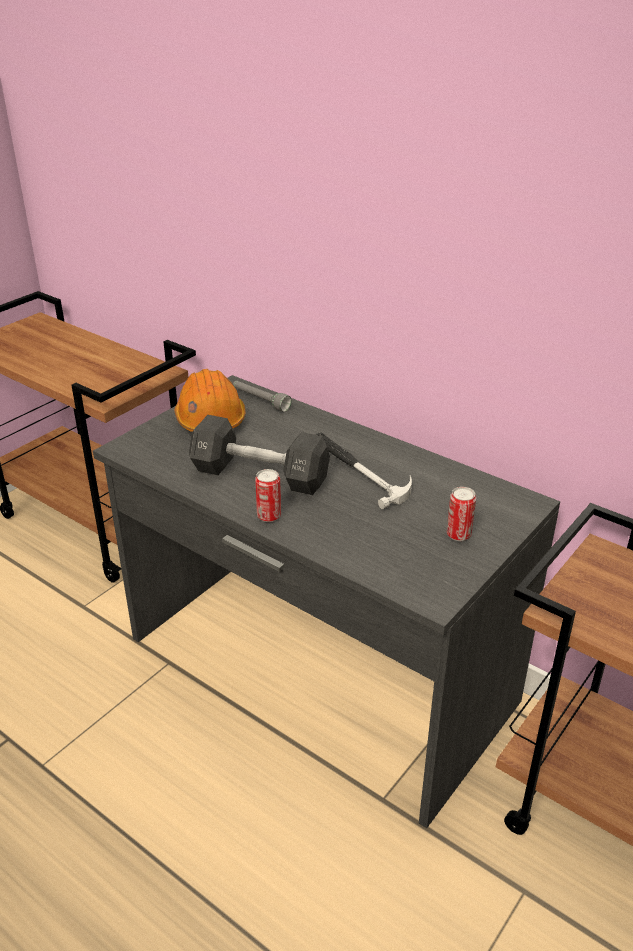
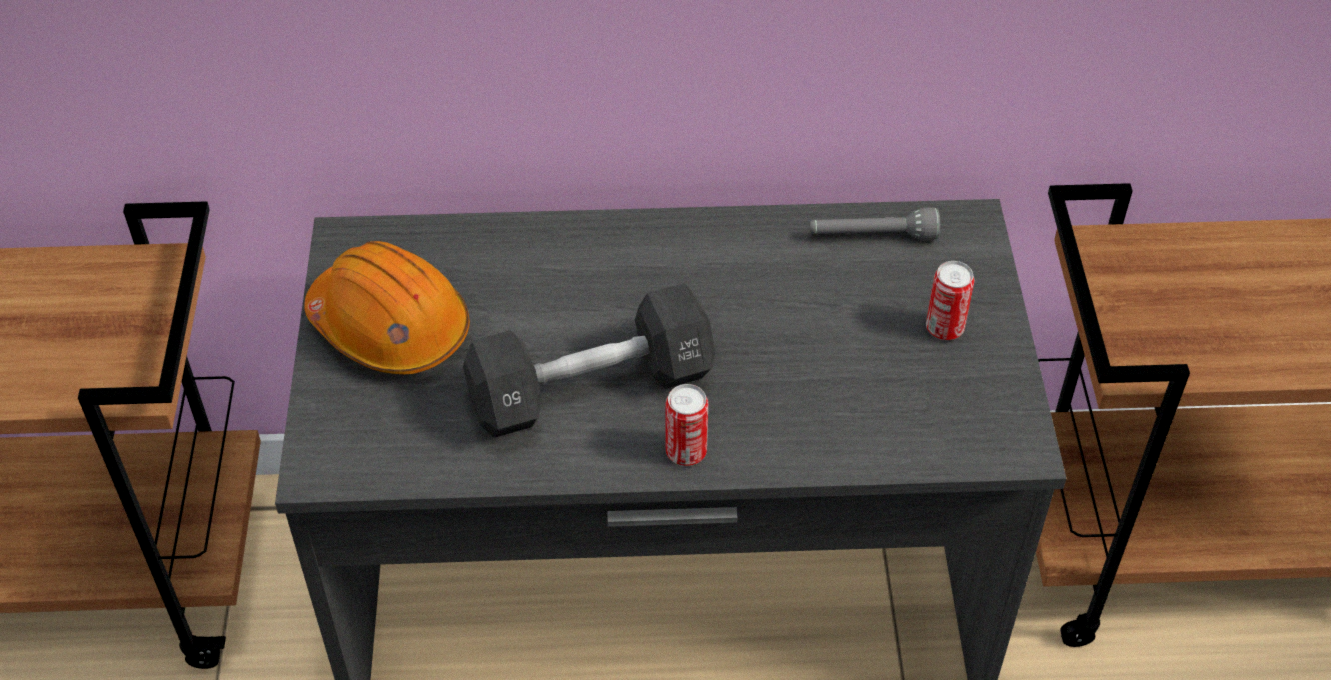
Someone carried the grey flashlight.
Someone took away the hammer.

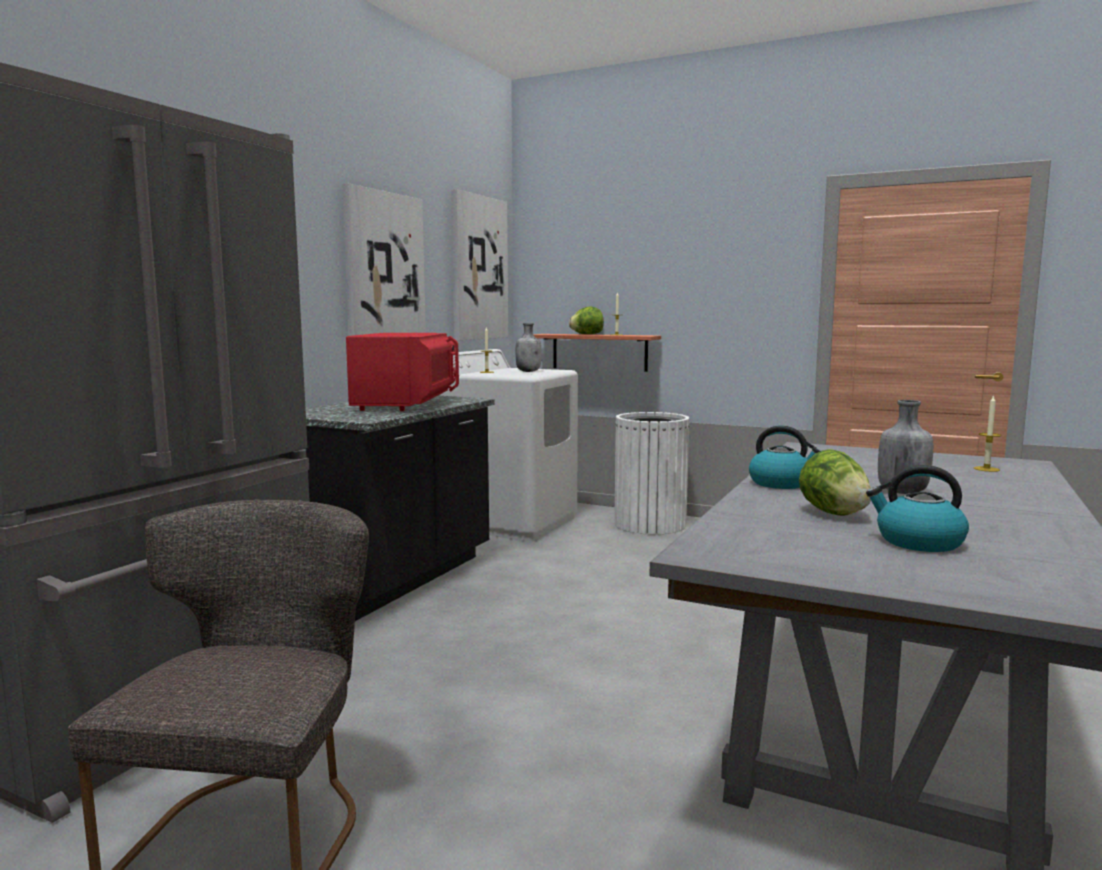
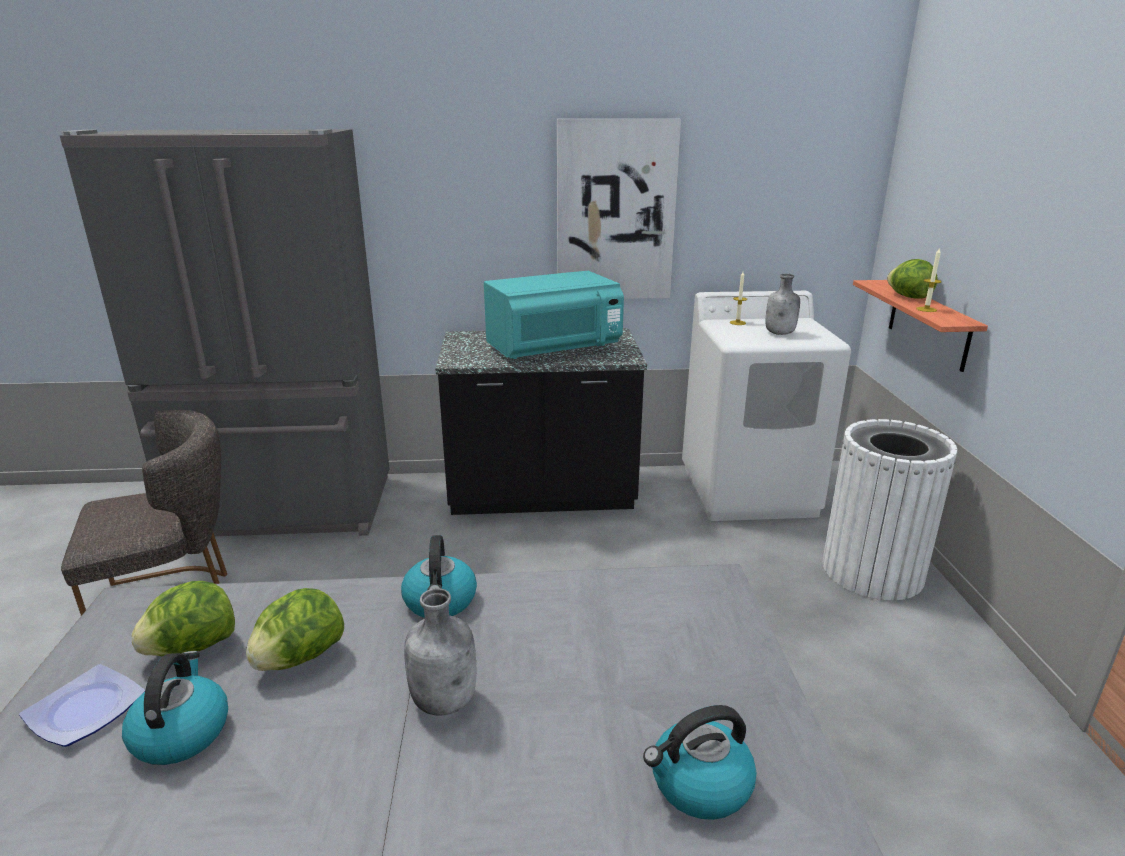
Someone took away the picture (no. 2 from left).
Someone repainted the red microwave, which became the turquoise microwave.
Someone swapped the candle (no. 3 from left) for the kettle (no. 3 from left).
Someone put down the lettuce (no. 1 from left).
Someone put down the plate.

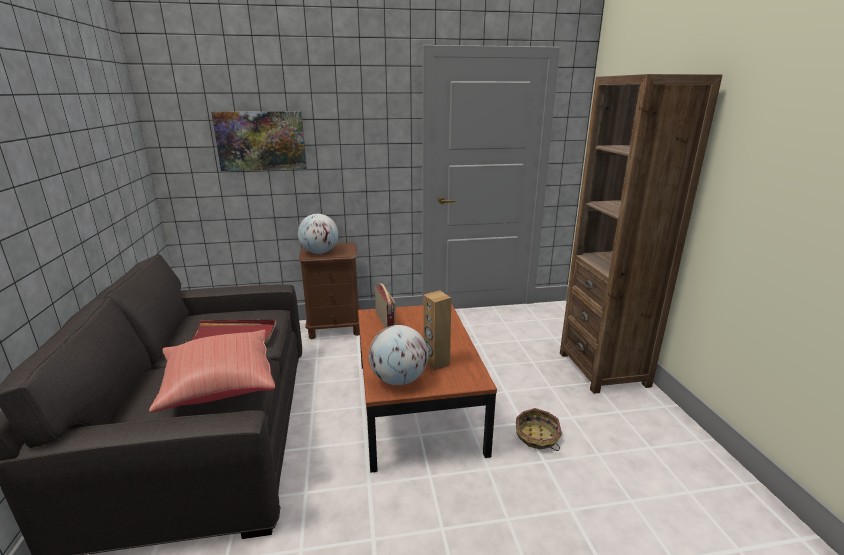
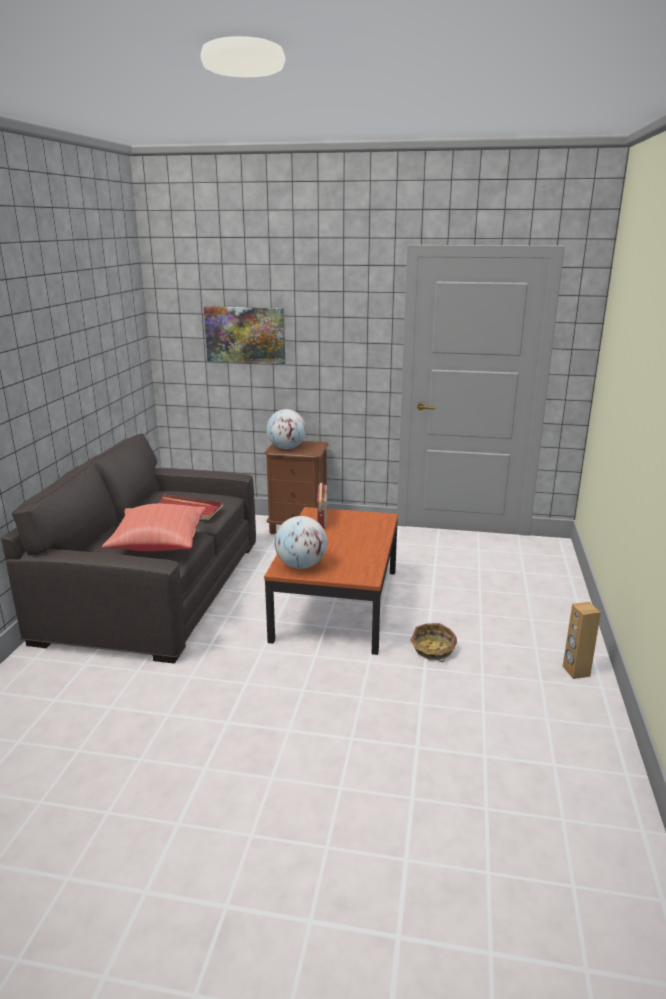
Someone took away the brown bookcase.
Someone carried the brown speaker.

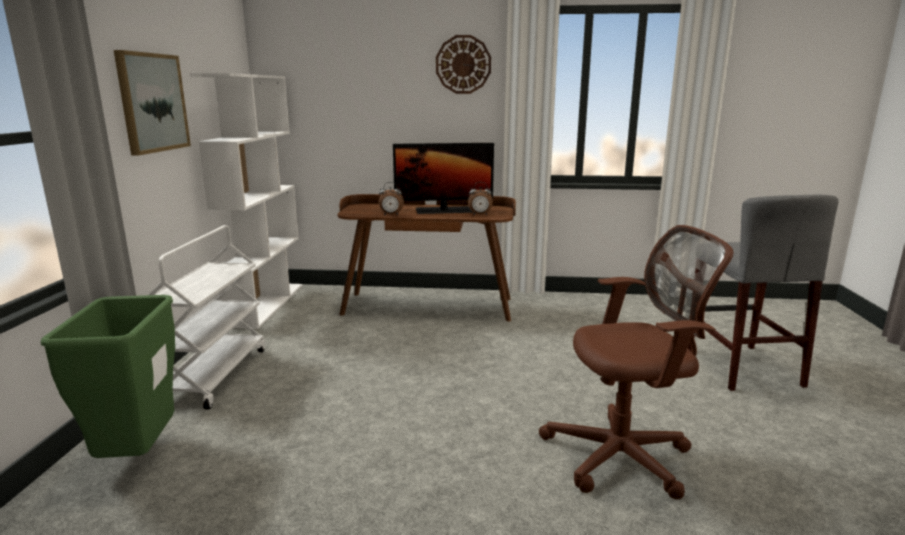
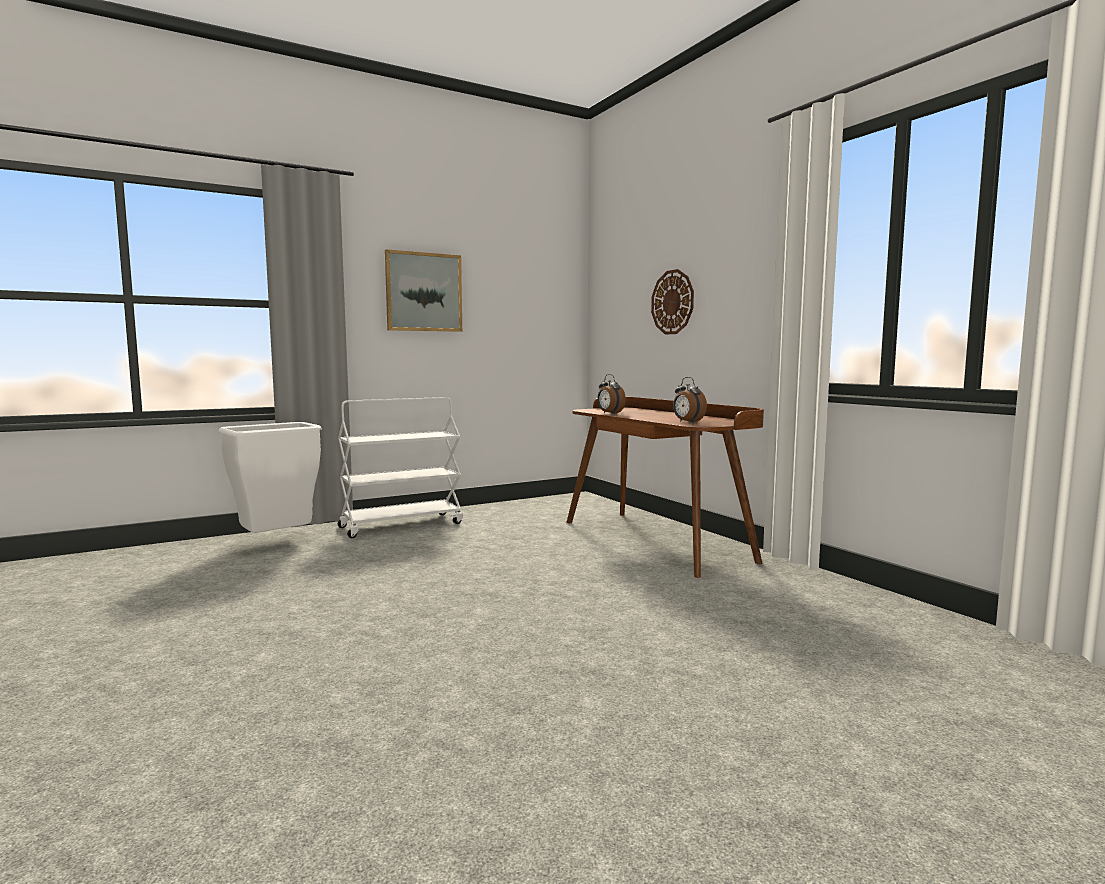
Someone carried the wall clock.
Someone took away the white bookcase.
Someone took away the monitor.
Someone took away the grey stool.
Someone took away the brown office chair.
Someone repainted the green trash can, which became the white trash can.

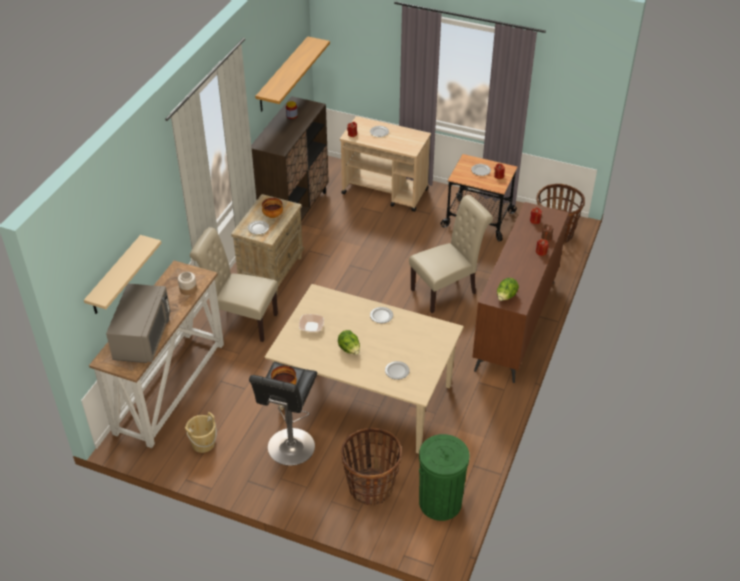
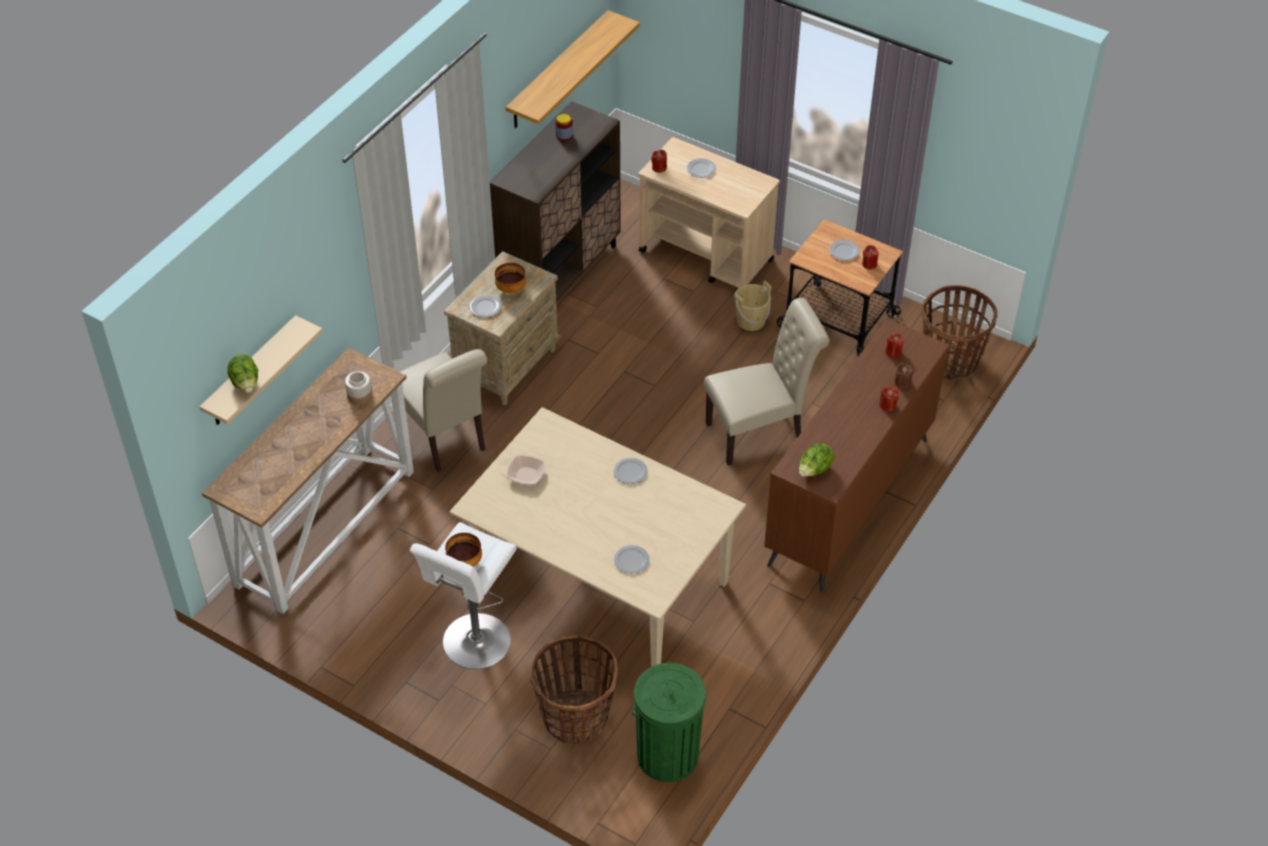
Someone rotated the beige chair (no. 1 from left) by 150 degrees counterclockwise.
Someone took away the grey microwave.
Someone carried the lettuce (no. 1 from left).
Someone repainted the black stool, which became the white stool.
Someone carried the beige bucket.

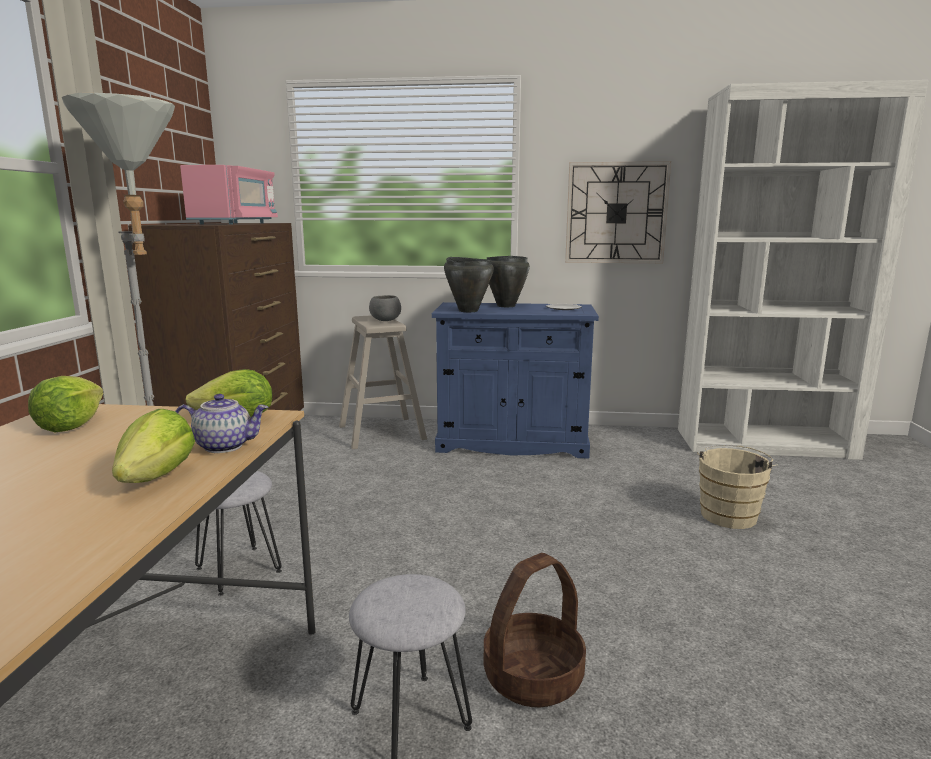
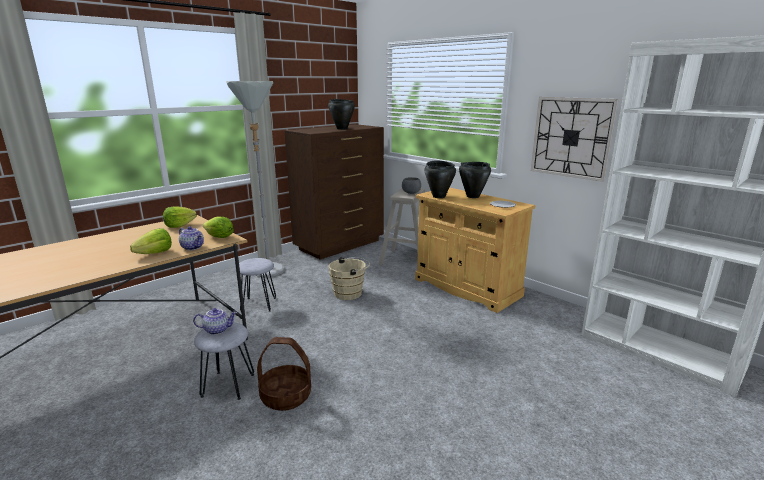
Someone swapped the pink microwave for the black cooking pot (no. 1 from left).
Someone repainted the blue cabinet, which became the beige cabinet.
Someone carried the beige bucket.
Someone put down the teapot (no. 2 from left).

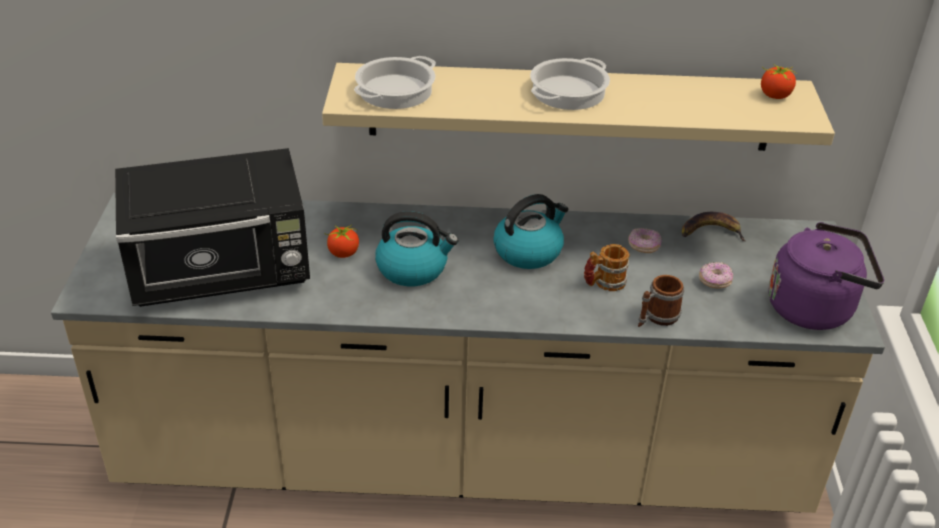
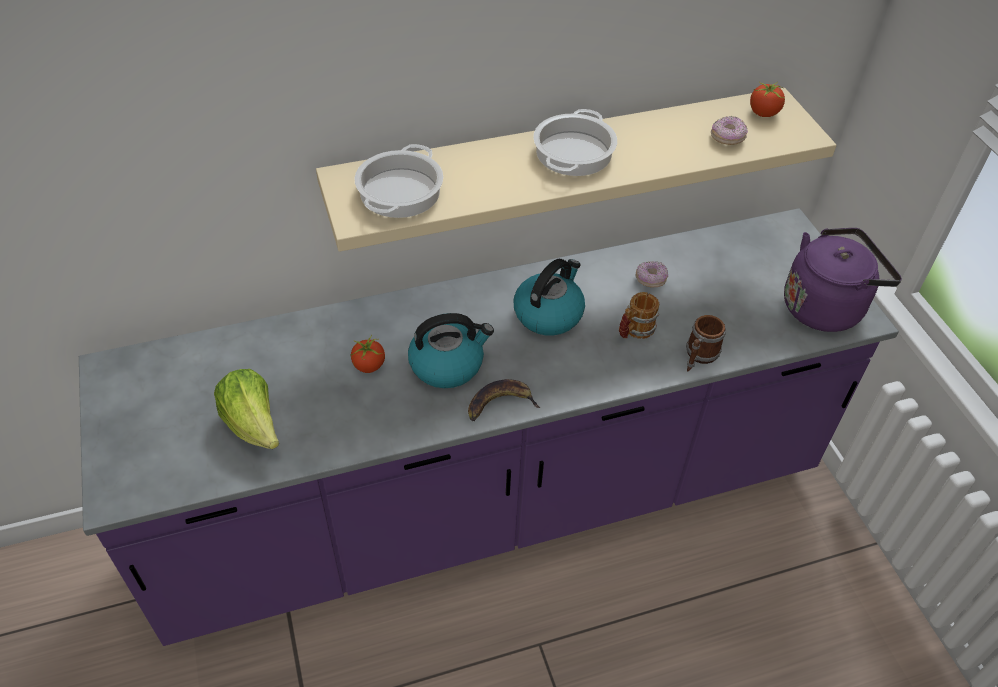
Someone swapped the black microwave for the lettuce.
Someone repainted the beige counter, which became the purple counter.
Someone carried the banana.
Someone carried the donut (no. 2 from left).

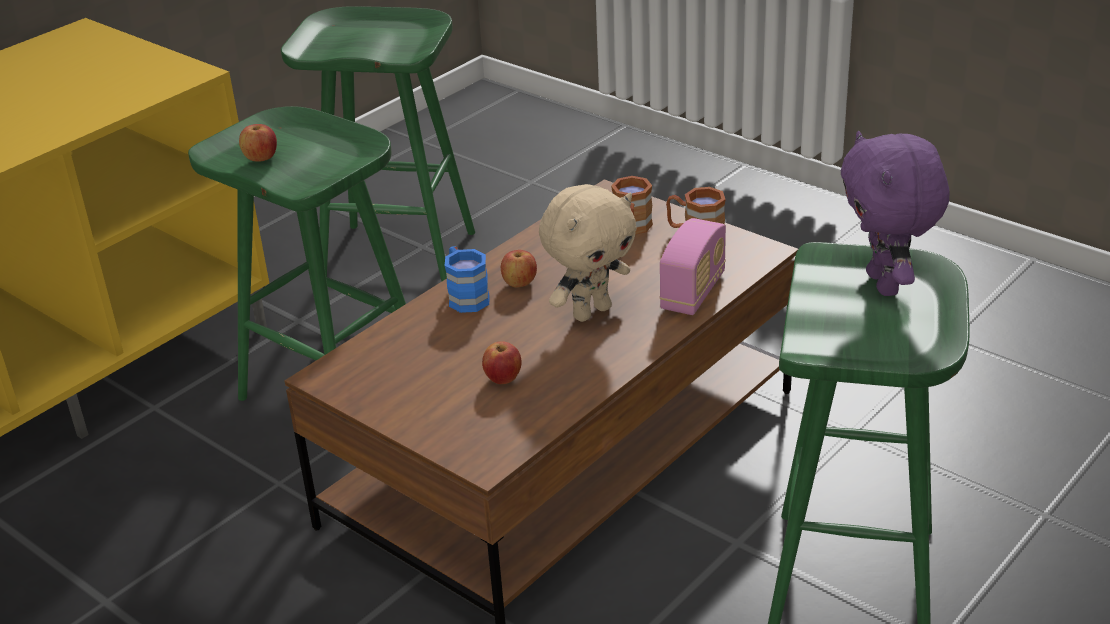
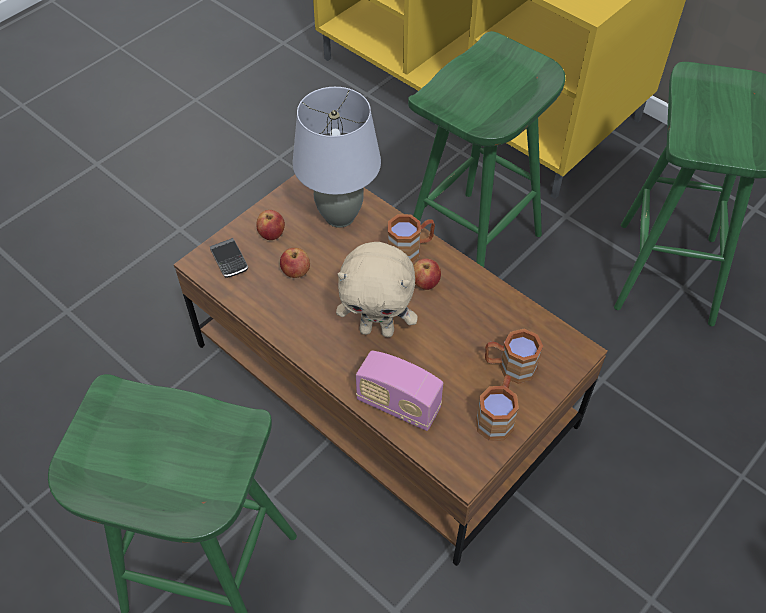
Someone carried the apple (no. 1 from left).
Someone took away the purple plush toy.
Someone rotated the beige plush toy by 45 degrees counterclockwise.
Someone repainted the blue mug, which became the brown mug (no. 1 from left).
Someone put down the grey table lamp.
Someone put down the phone.

